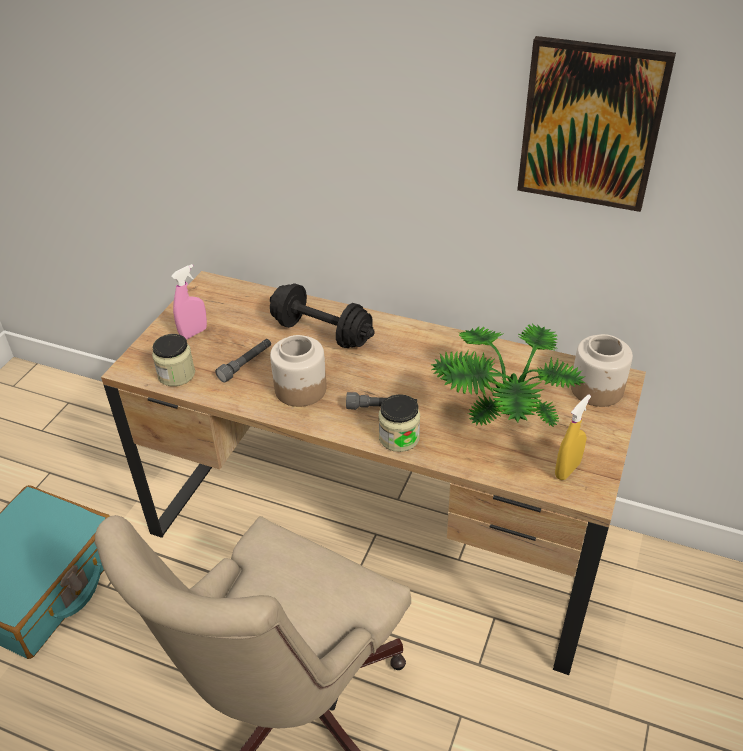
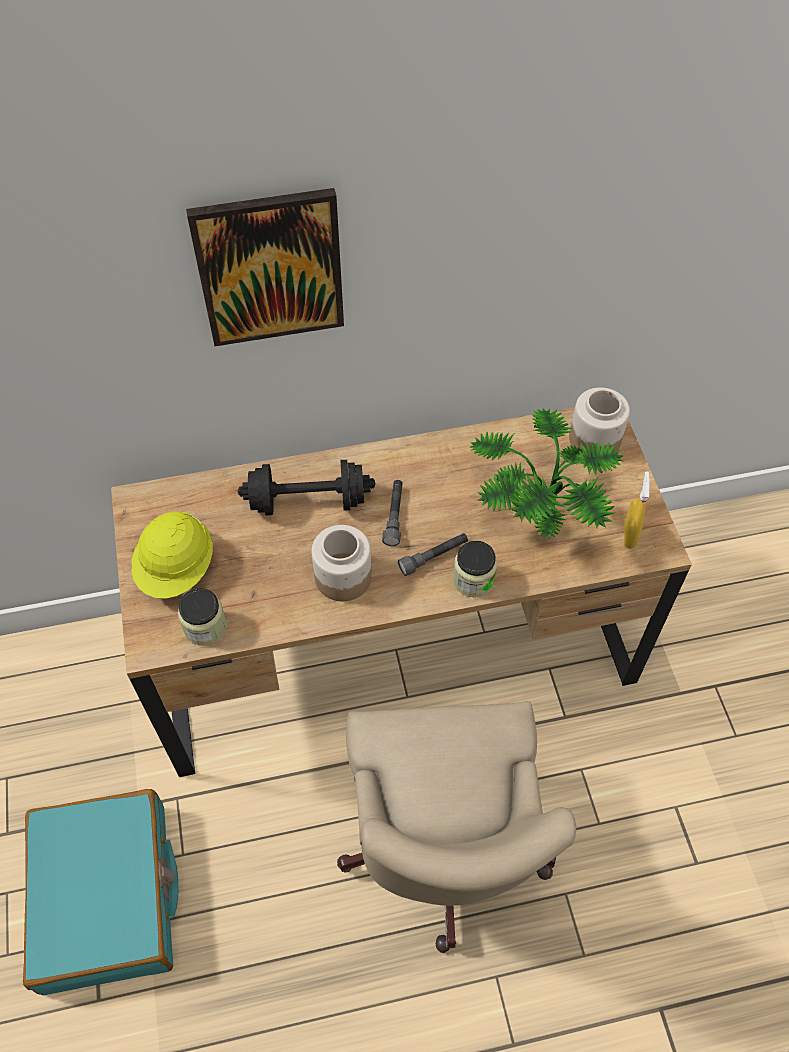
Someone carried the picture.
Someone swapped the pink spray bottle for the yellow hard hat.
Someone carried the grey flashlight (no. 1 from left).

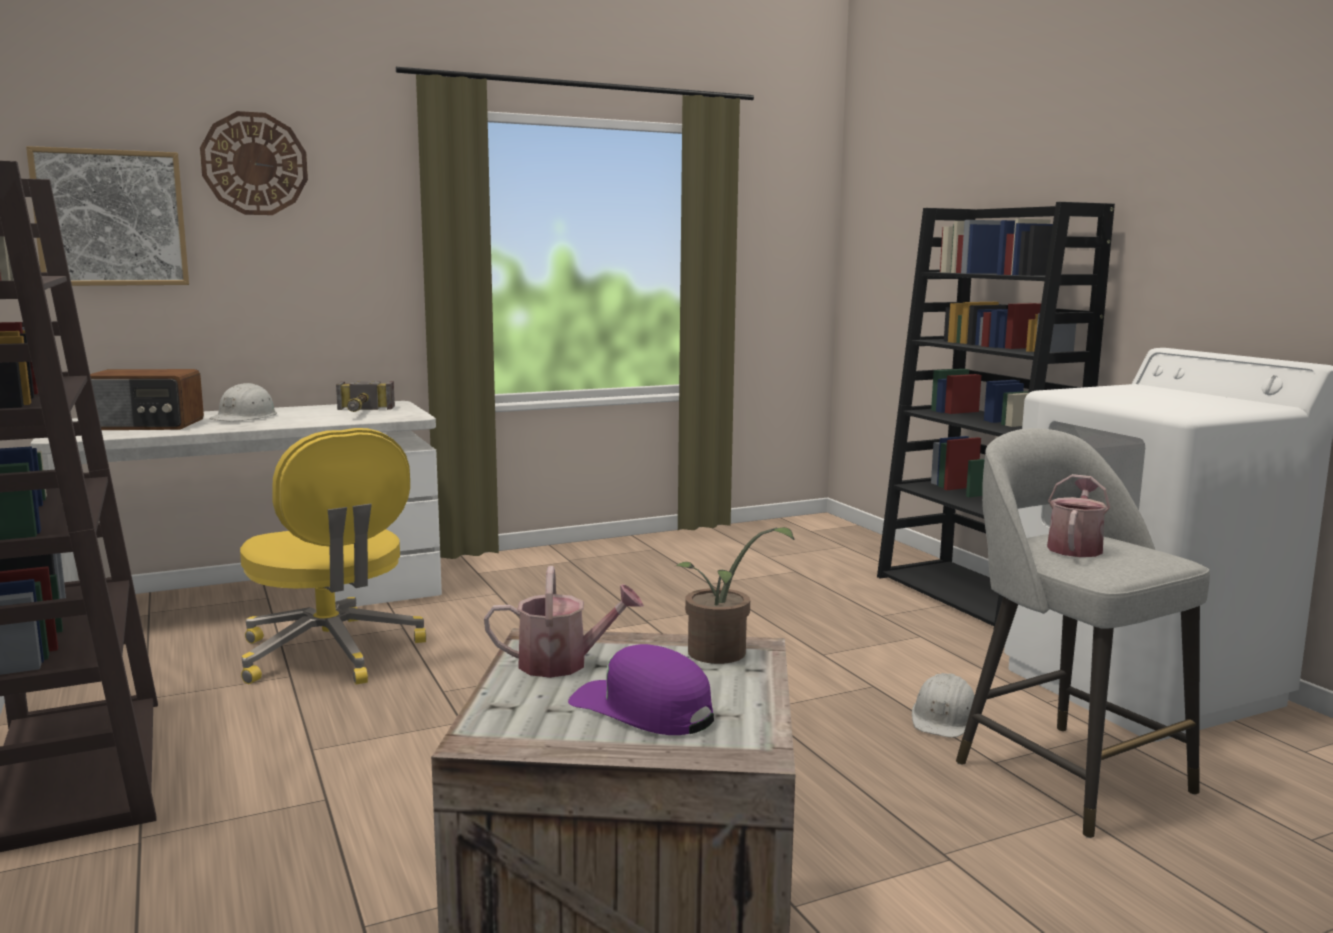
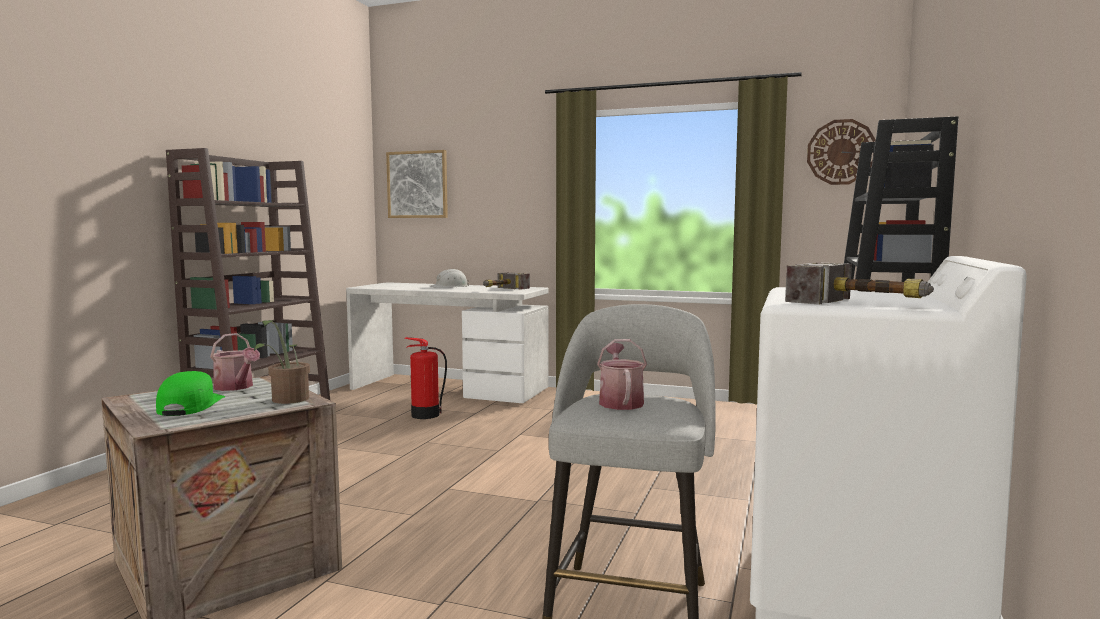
Someone carried the wall clock.
Someone took away the radio.
Someone swapped the yellow office chair for the fire extinguisher.
Someone rotated the watering can (no. 2 from left) by 75 degrees counterclockwise.
Someone repainted the purple cap, which became the green cap.
Someone took away the white hard hat (no. 2 from left).
Someone put down the hammer (no. 2 from left).

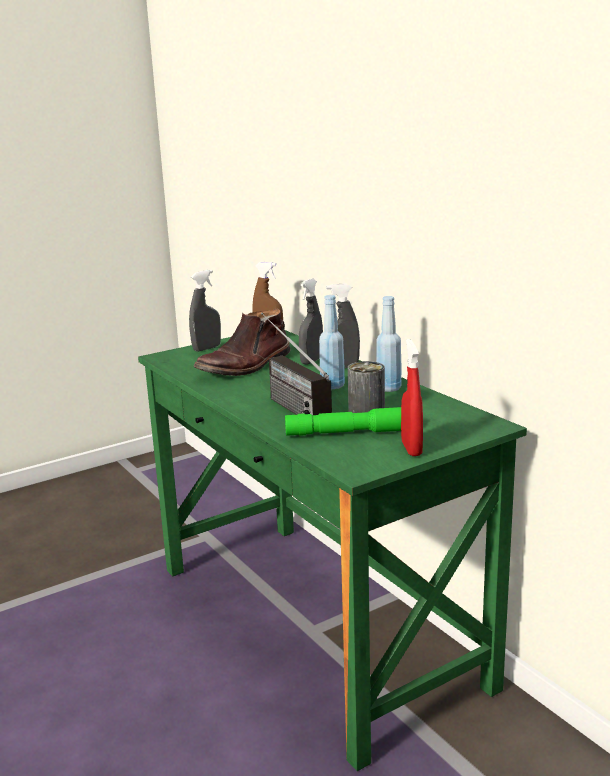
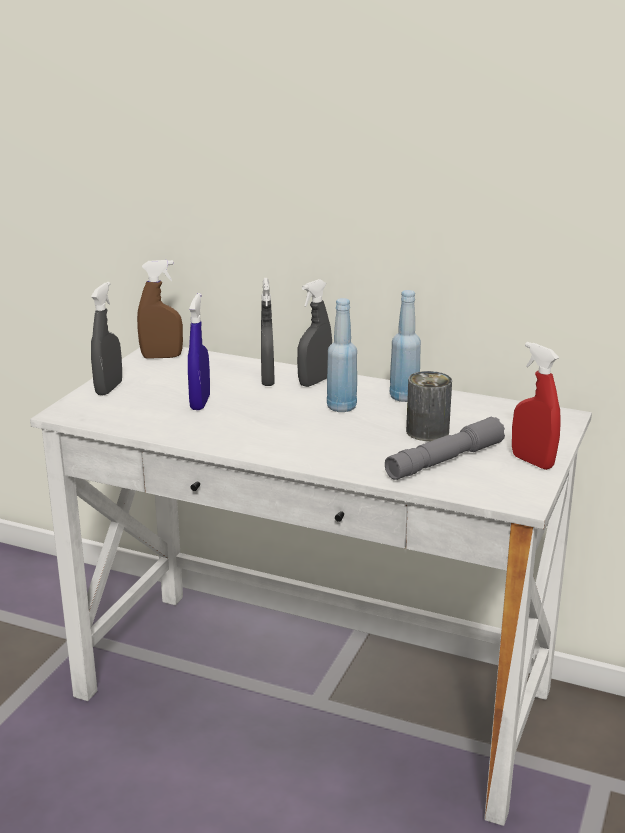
Someone swapped the brown boot for the blue spray bottle.
Someone took away the radio.
Someone repainted the green desk, which became the white desk.
Someone repainted the green flashlight, which became the grey flashlight.

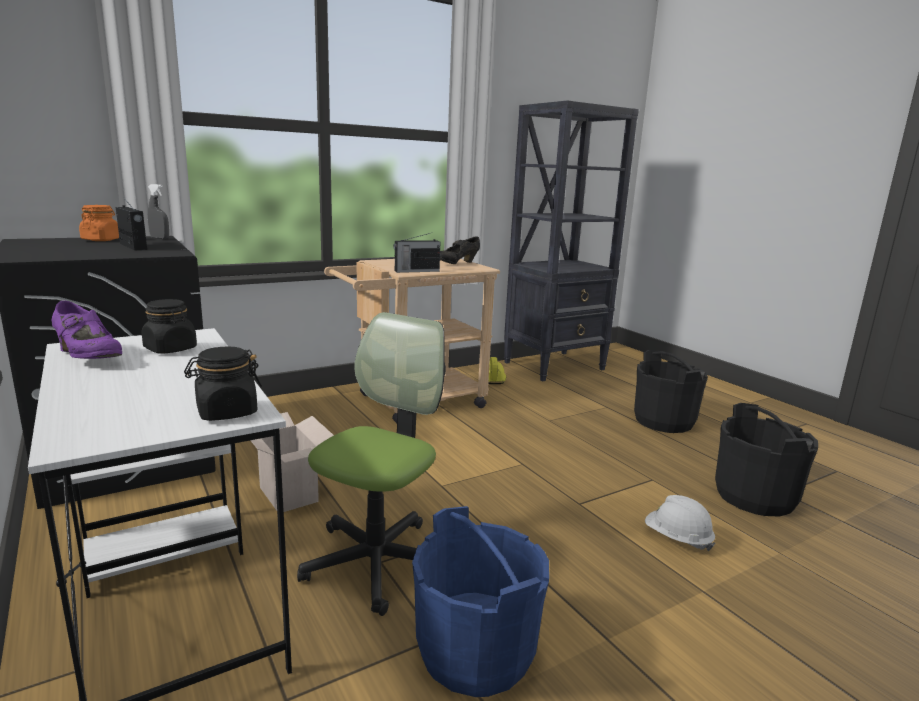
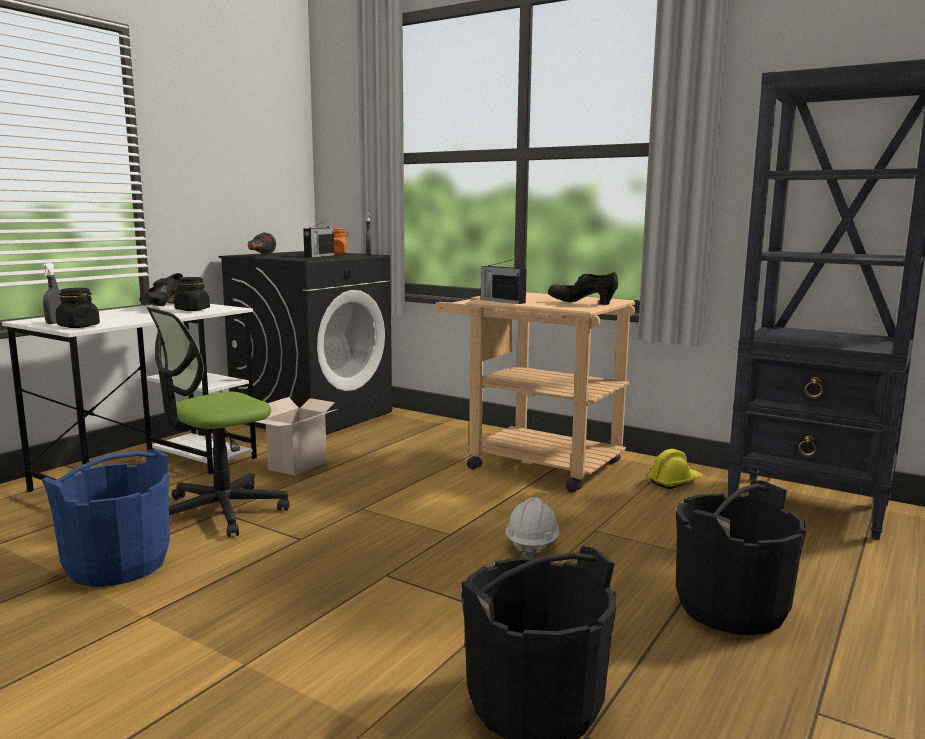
Someone repainted the purple shoe, which became the black shoe (no. 1 from left).
Someone rotated the office chair by 135 degrees clockwise.
Someone carried the white hard hat.
Someone put down the flashlight.
Someone put down the grey spray bottle (no. 1 from left).

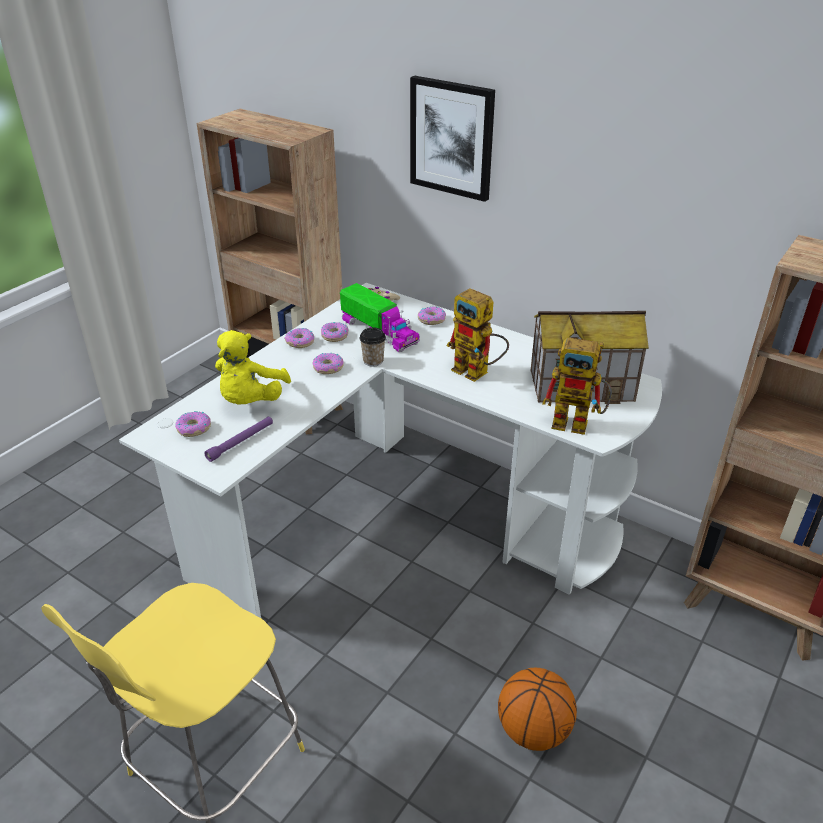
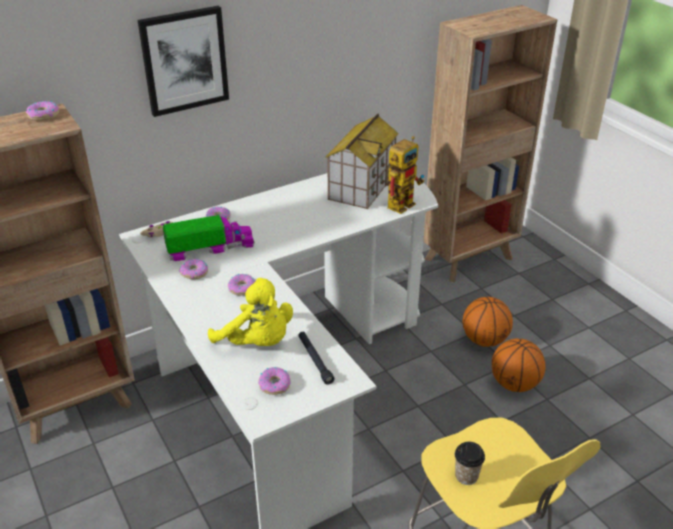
Someone took away the toy robot (no. 1 from left).
Someone carried the cup.
Someone carried the donut (no. 2 from left in the first image).
Someone repainted the purple flashlight, which became the black flashlight.
Someone put down the basketball (no. 1 from left).

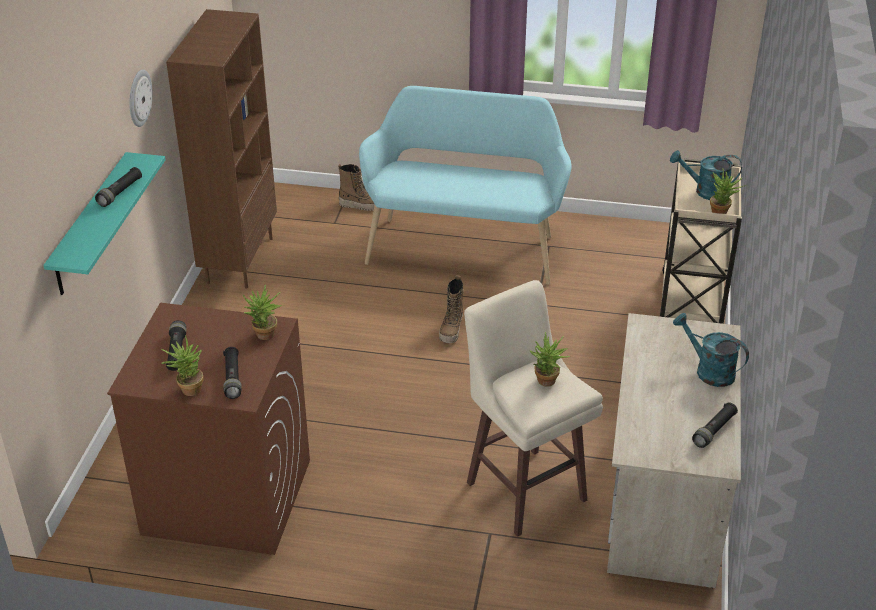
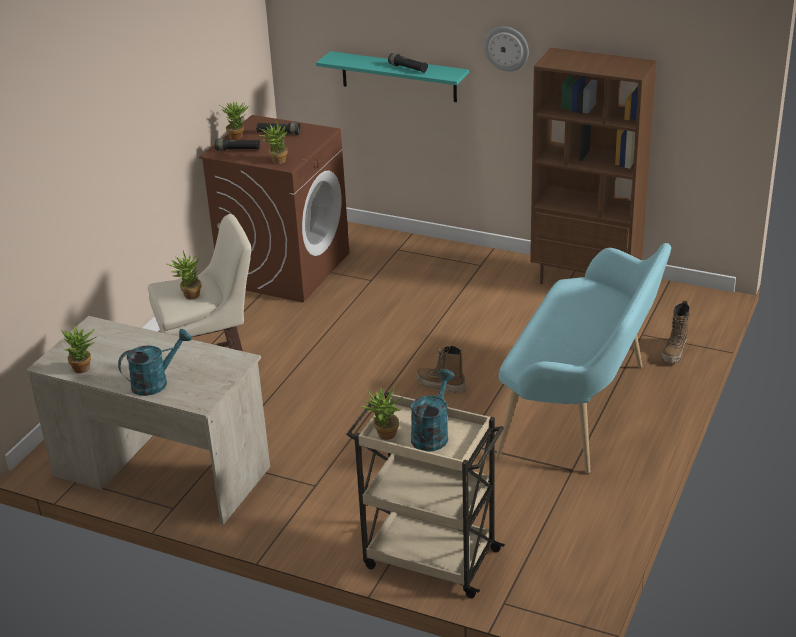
Someone swapped the black flashlight (no. 4 from left) for the potted plant (no. 1 from left).

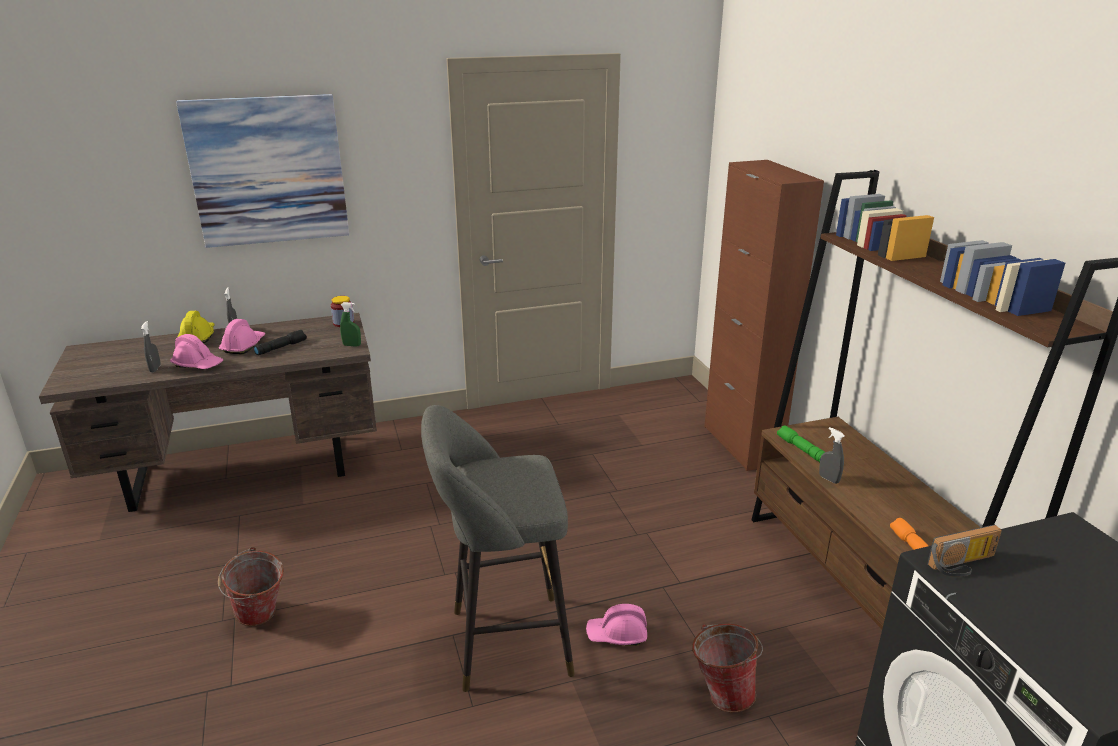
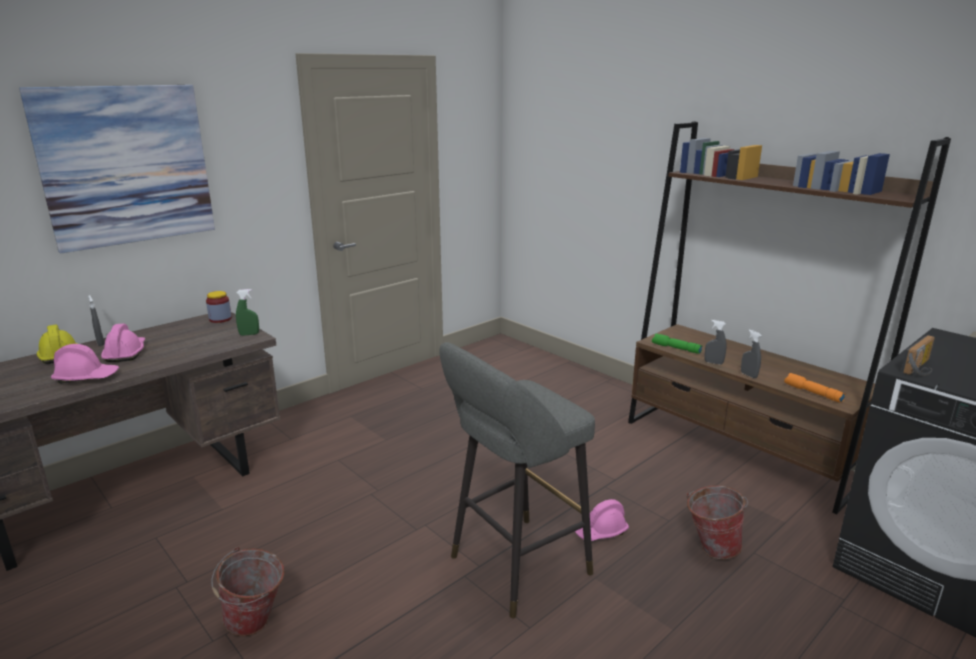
Someone took away the brown cabinet.
Someone carried the grey spray bottle (no. 1 from left in the first image).
Someone took away the black flashlight.

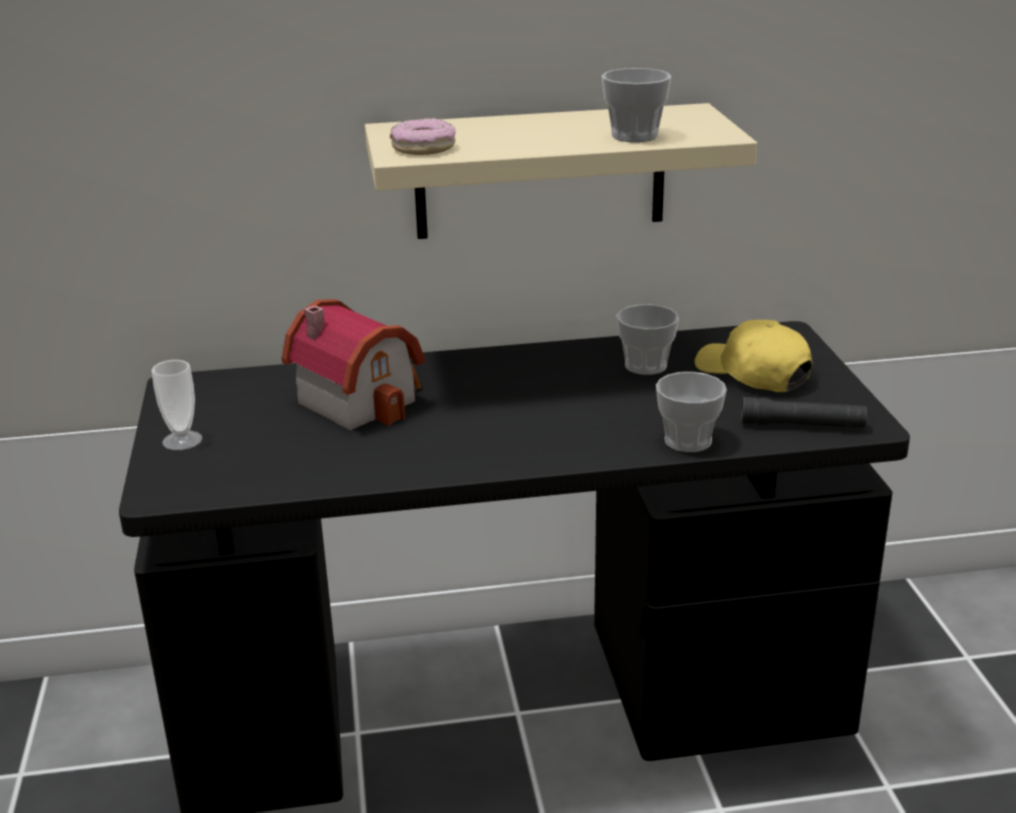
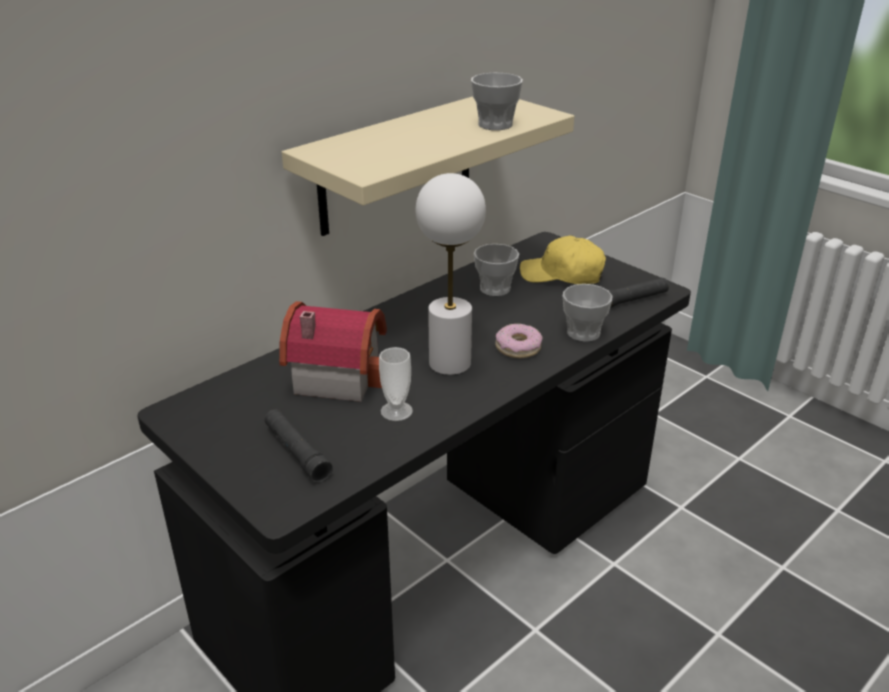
Someone carried the donut.
Someone carried the cup (no. 1 from left).
Someone put down the white table lamp.
Someone put down the black flashlight (no. 1 from left).

